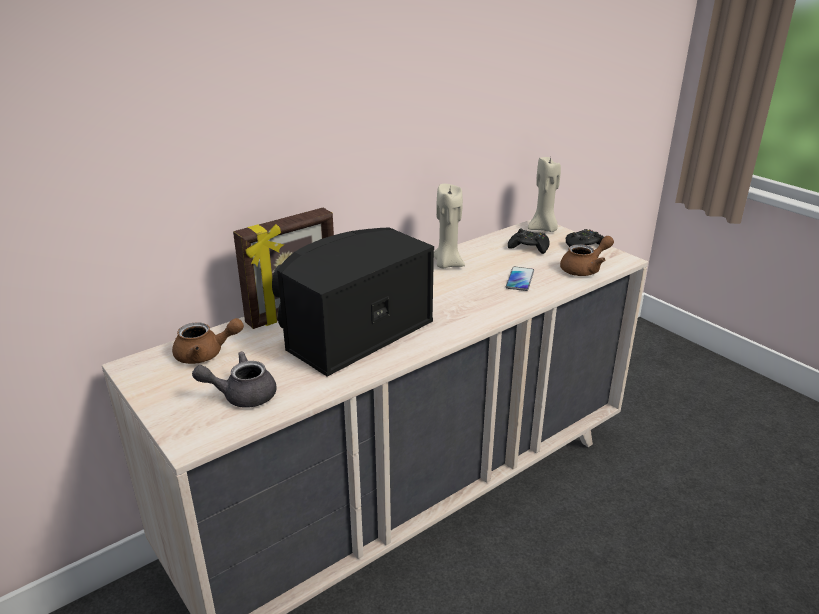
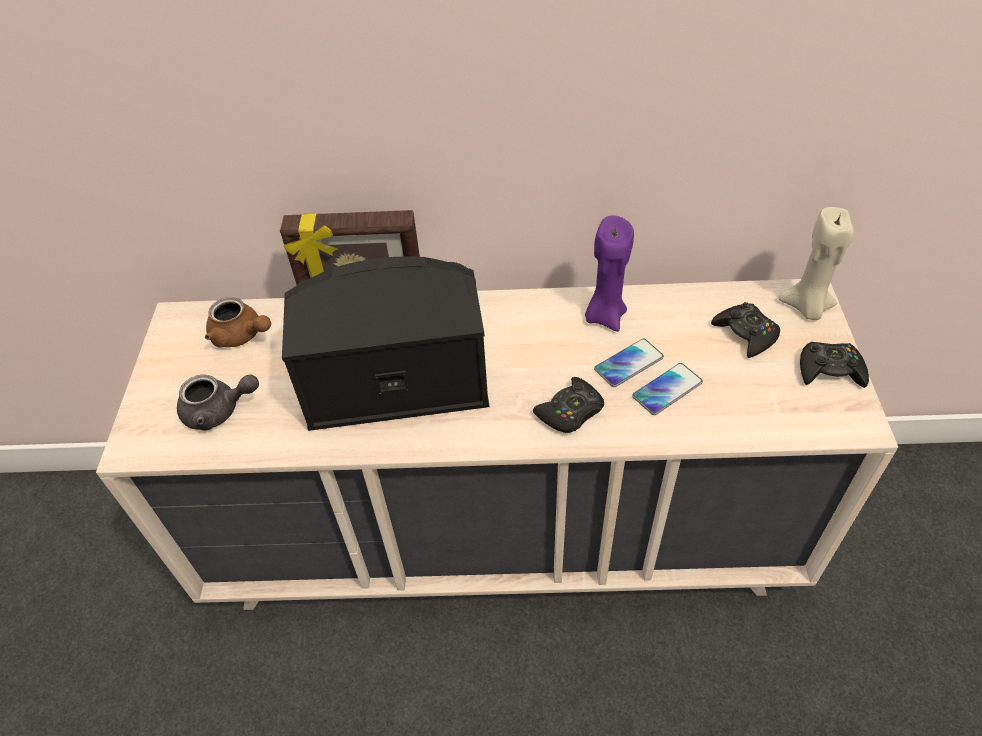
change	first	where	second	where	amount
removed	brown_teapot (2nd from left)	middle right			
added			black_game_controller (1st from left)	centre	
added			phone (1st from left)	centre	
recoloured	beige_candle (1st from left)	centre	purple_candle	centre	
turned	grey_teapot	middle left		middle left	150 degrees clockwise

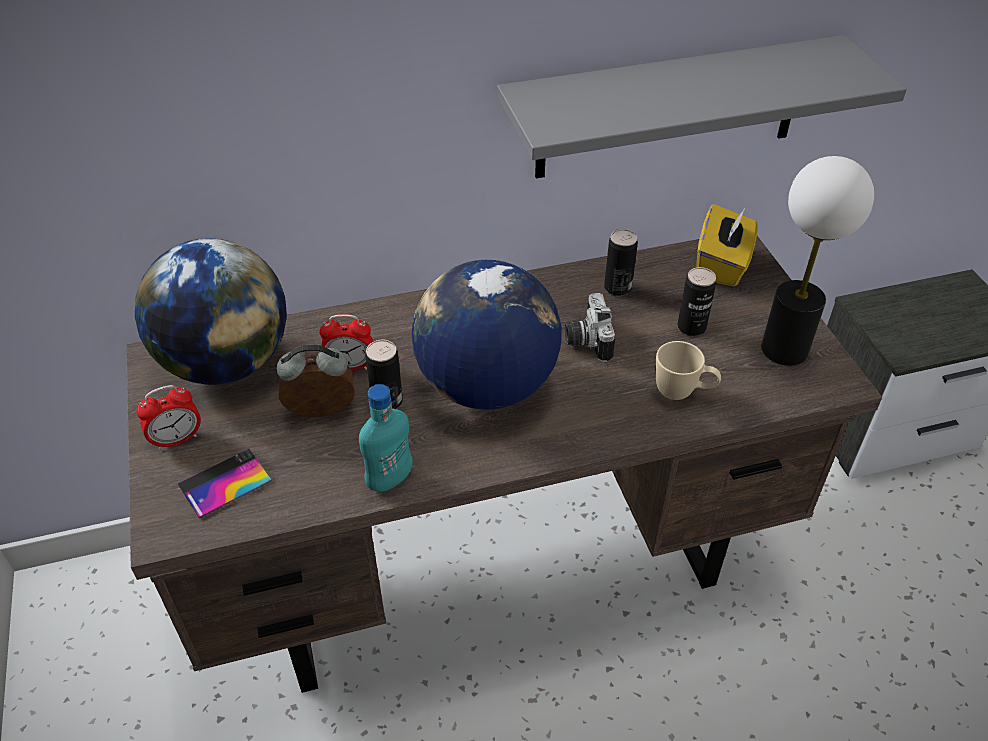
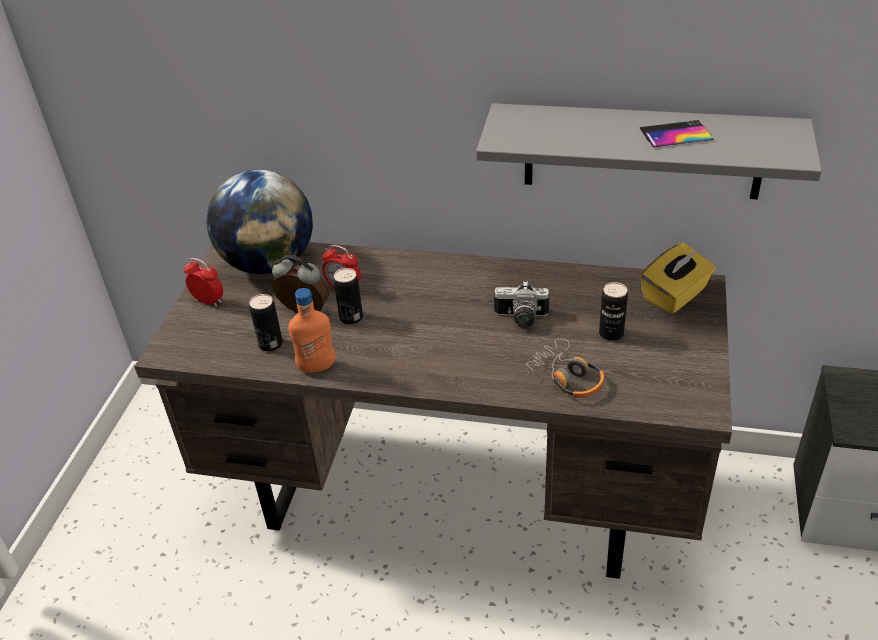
change	first	where	second	where	amount
removed	globe (2nd from left)	centre			
removed	table_lamp	middle right			
moved	phone	middle left		top right	
moved	can (2nd from left in the first image)	centre	can (1st from left)	middle left	
replaced	beige_mug	middle right	headphones	centre	
recoloured	turquoise_bottle	centre	orange_bottle	centre	
turned	alarm_clock (1st from left)	middle left		middle left	150 degrees counterclockwise
turned	photo_camera	centre		centre	105 degrees counterclockwise

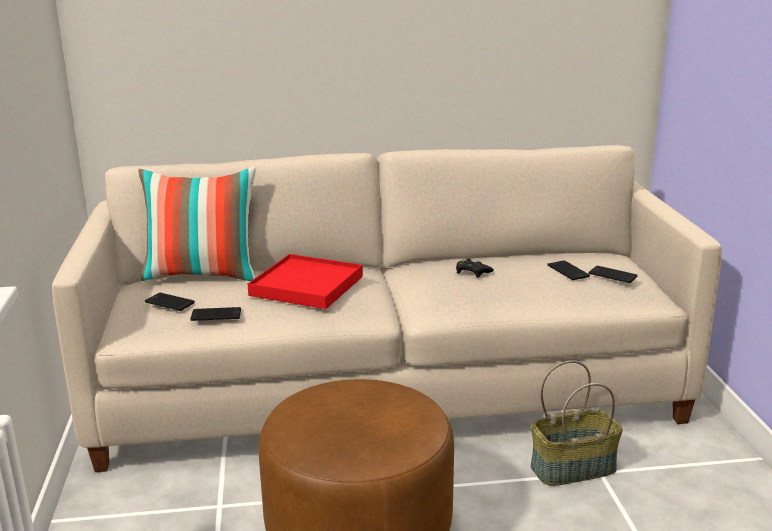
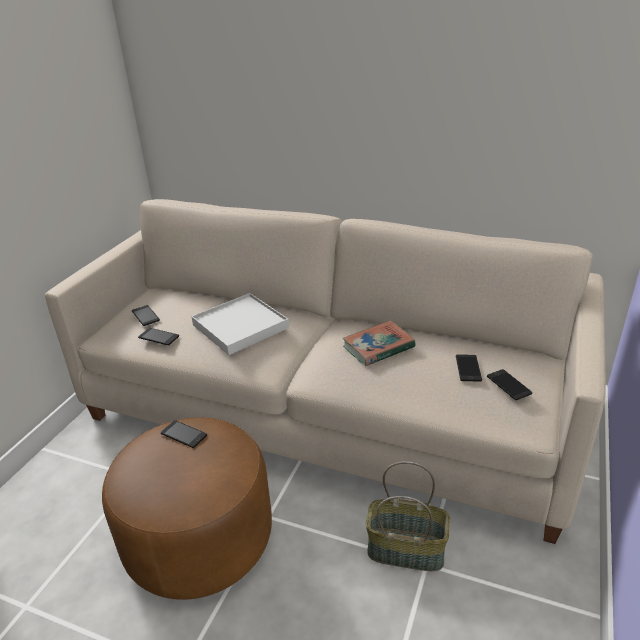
change	first	where	second	where	amount
removed	pillow	middle left			
added			phone (3rd from left)	bottom left	
replaced	black_game_controller	centre	book	centre	
recoloured	red_tray	centre	white_tray	centre	

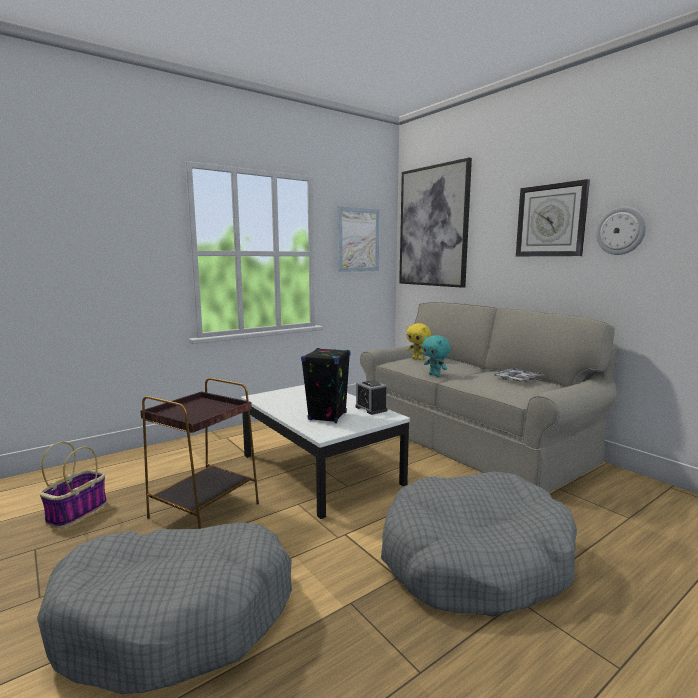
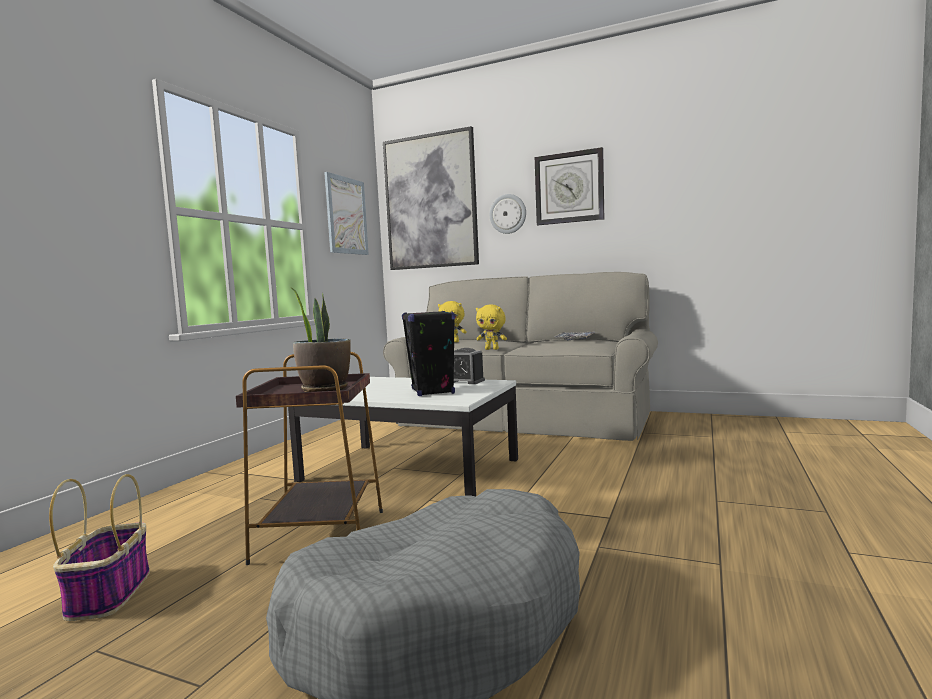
change	first	where	second	where	amount
removed	grey_dog_bed (2nd from left)	bottom right			
added			potted_plant	centre	
moved	wall_clock (2nd from left in the first image)	top right	wall_clock (1st from left)	top centre	
recoloured	turquoise_plush_toy	centre	yellow_plush_toy (2nd from left)	centre	

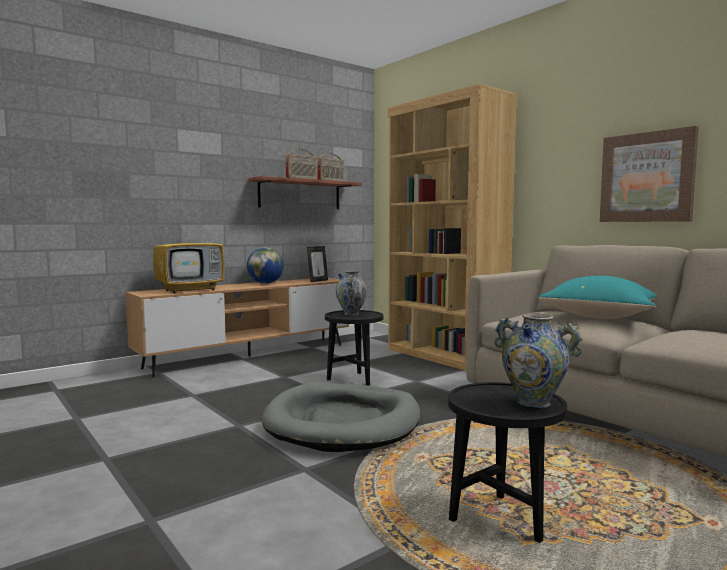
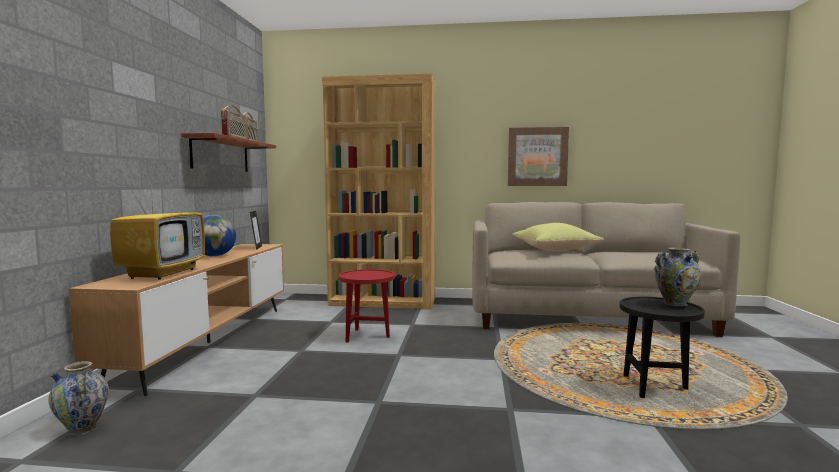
change	first	where	second	where	amount
removed	grey_dog_bed	bottom centre			
moved	vase (1st from left)	centre		bottom left	
recoloured	black_side_table (1st from left)	centre	red_side_table	centre	
recoloured	turquoise_pillow	middle right	yellow_pillow	centre	

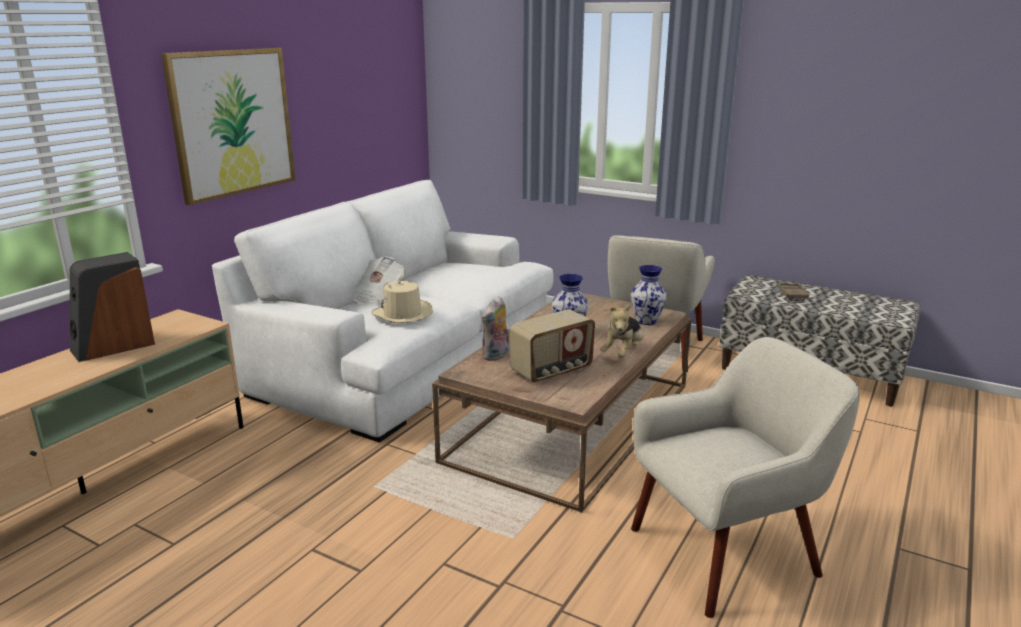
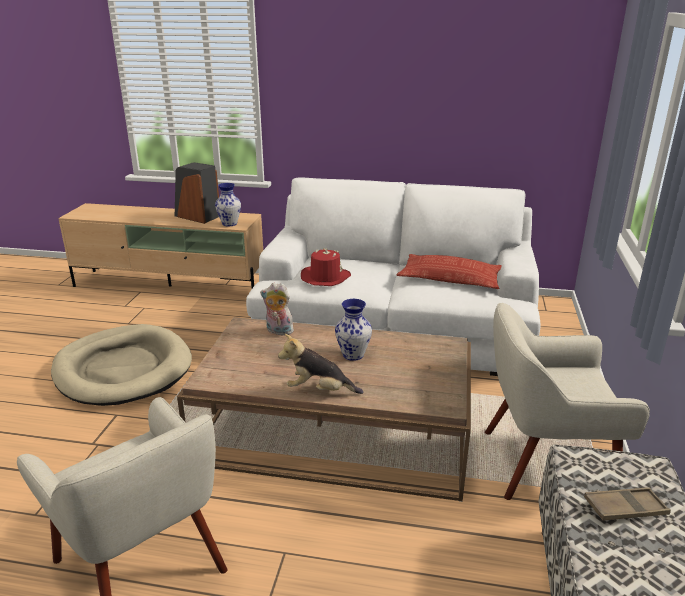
change	first	where	second	where	amount
removed	picture	top left			
removed	newspaper	centre			
removed	radio	centre			
added			beige_dog_bed	middle left	
added			pillow	centre	
moved	vase (2nd from left in the first image)	centre	vase (1st from left)	middle left	
recoloured	beige_hat	centre	red_hat	centre	

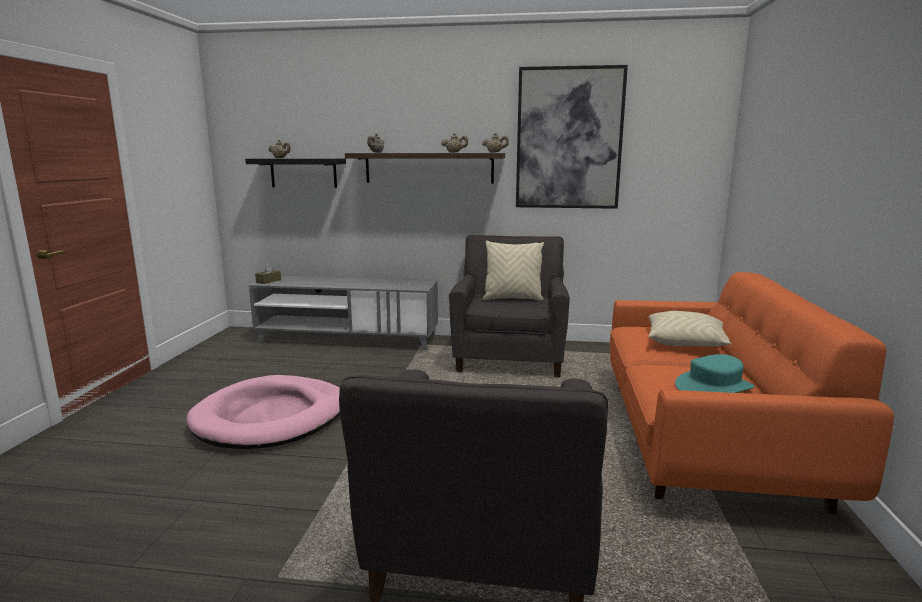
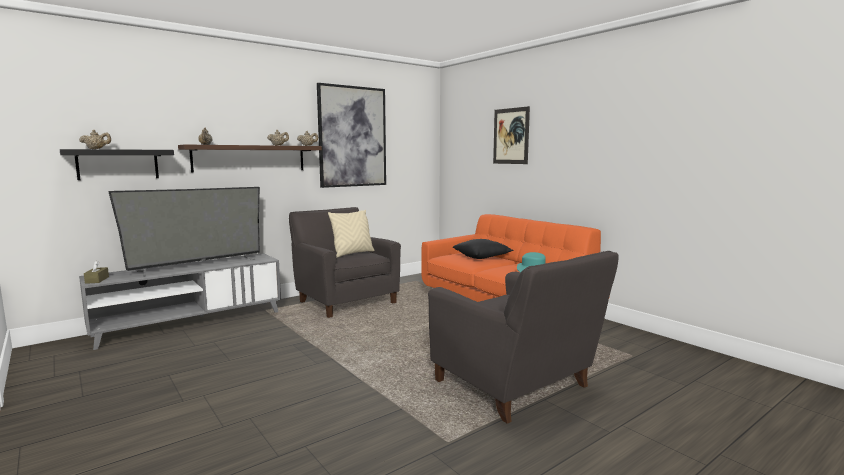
change	first	where	second	where	amount
removed	pink_dog_bed	bottom left			
added			television	middle left	
added			picture (2nd from left)	top centre	
recoloured	beige_pillow (2nd from left)	middle right	black_pillow	centre	

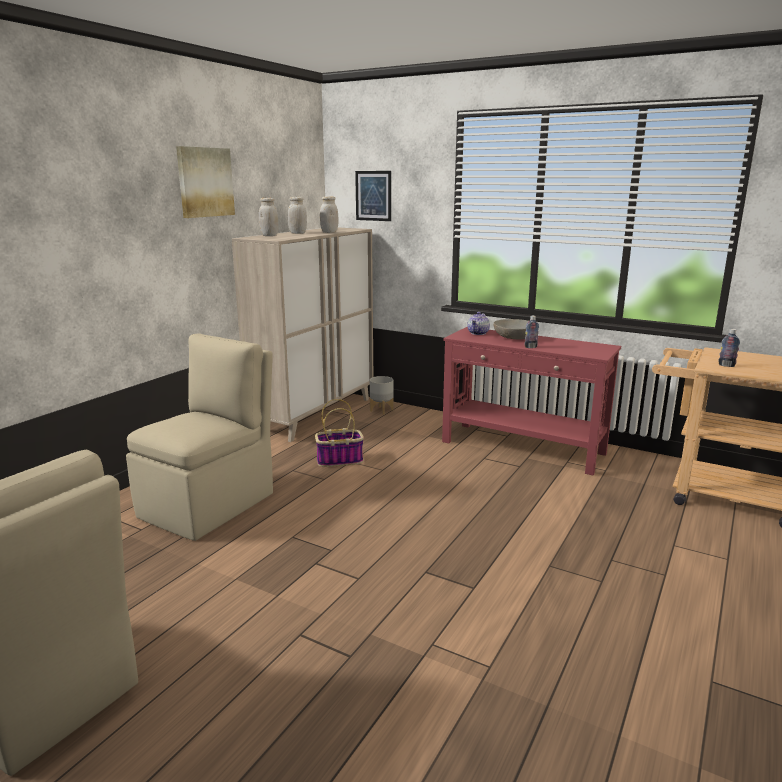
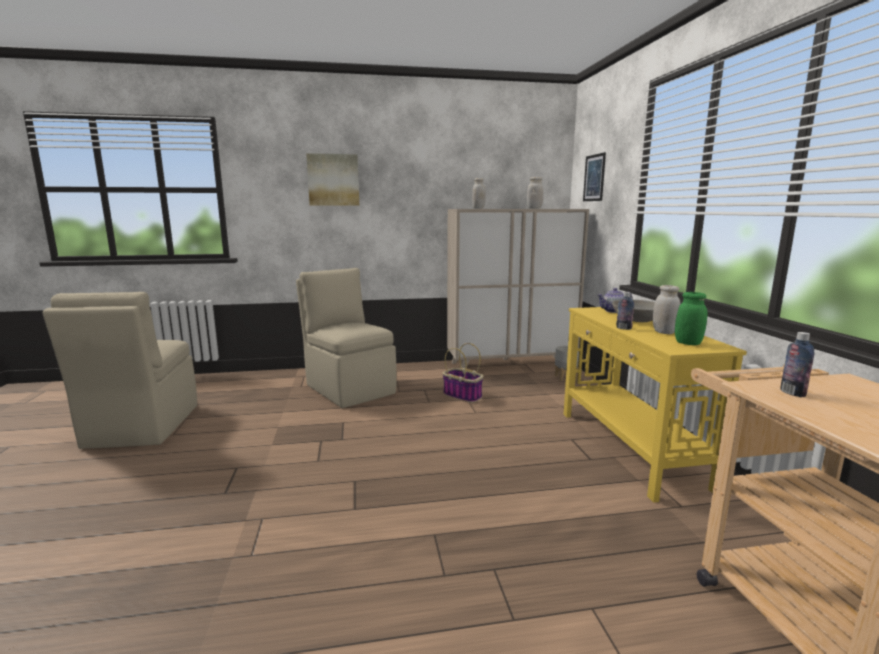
change	first	where	second	where	amount
added			green_jar	middle right	
moved	picture (1st from left)	top left		top centre	
moved	white_jar (2nd from left in the first image)	top centre	white_jar (3rd from left)	middle right	
recoloured	red_console_table	middle right	yellow_console_table	middle right	
turned	beige_chair (2nd from left)	middle left		centre	120 degrees counterclockwise

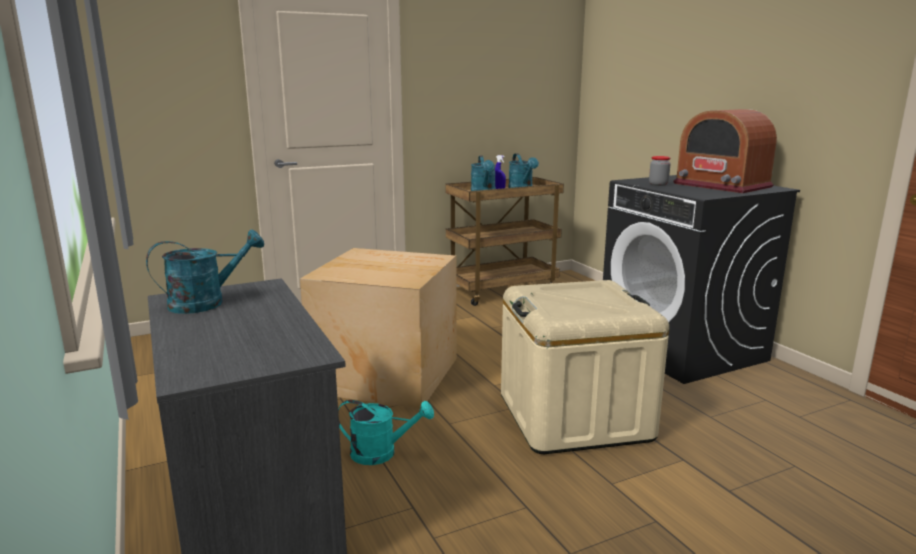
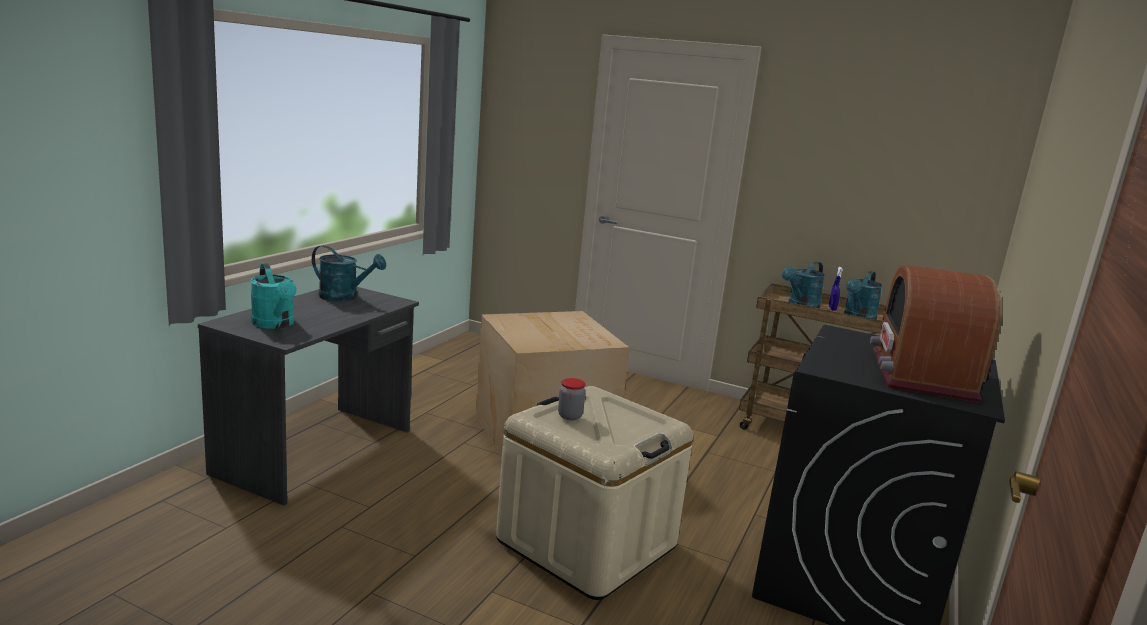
change	first	where	second	where	amount
moved	turquoise_watering_can (2nd from left in the first image)	bottom centre	turquoise_watering_can (1st from left)	middle left	
moved	jar	top right		centre	

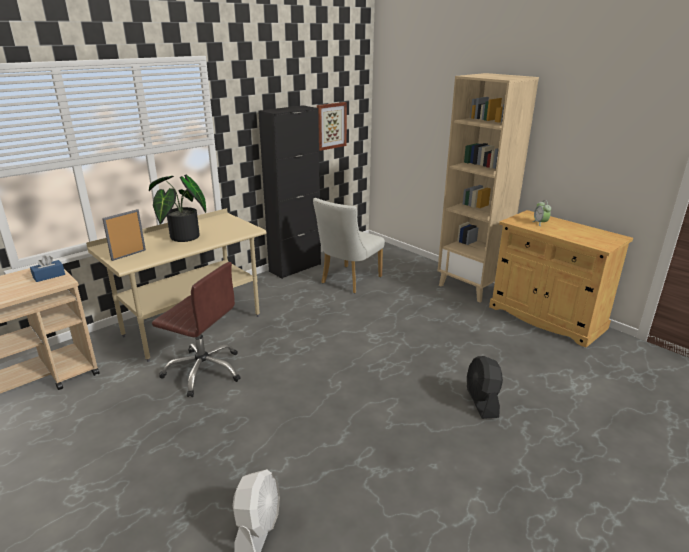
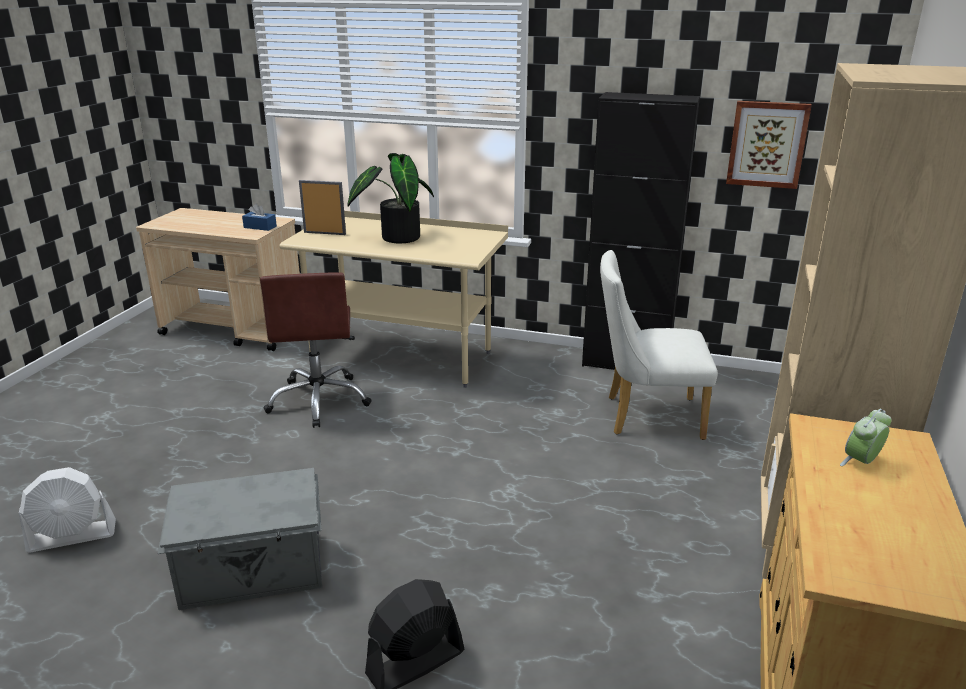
change	first	where	second	where	amount
added			grey_storage_box	bottom left	

